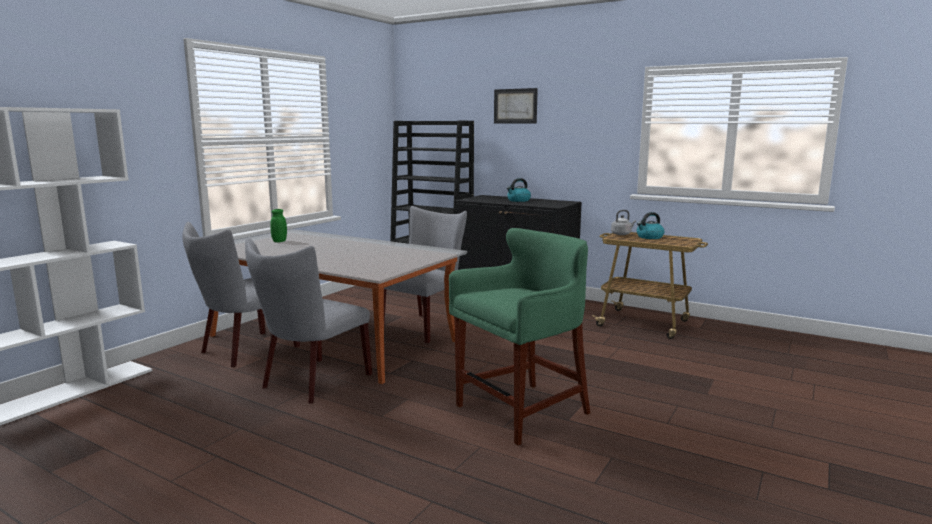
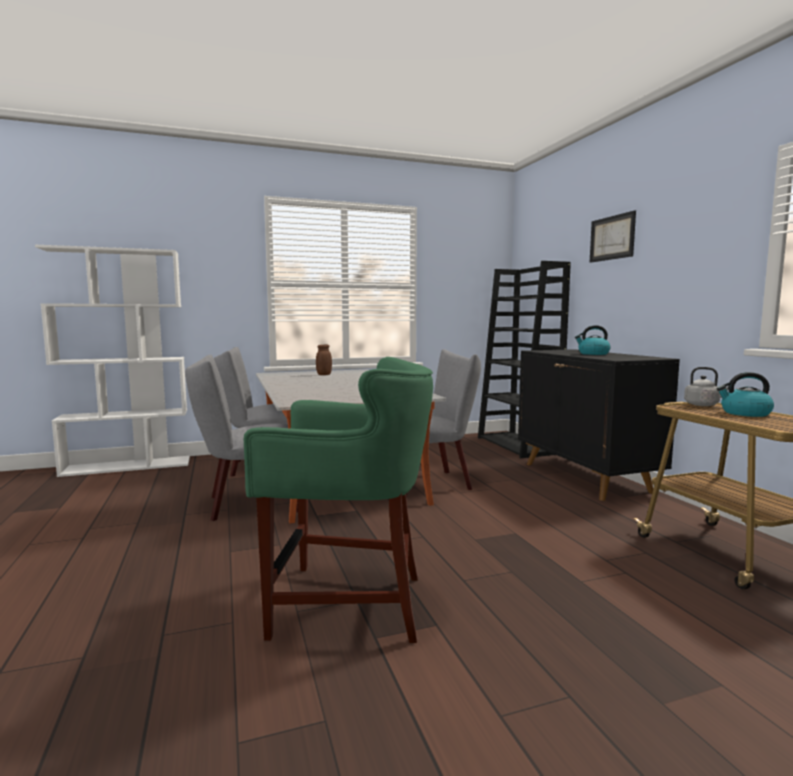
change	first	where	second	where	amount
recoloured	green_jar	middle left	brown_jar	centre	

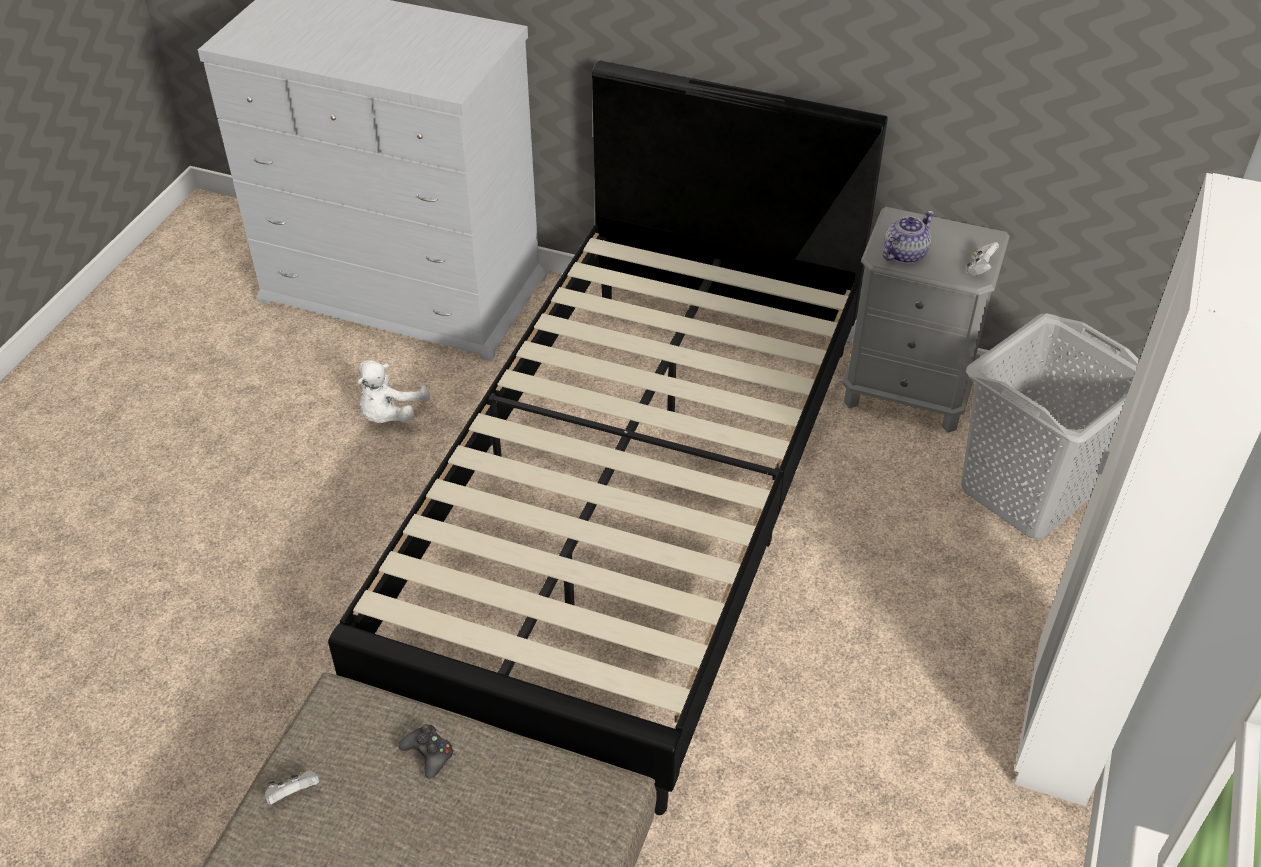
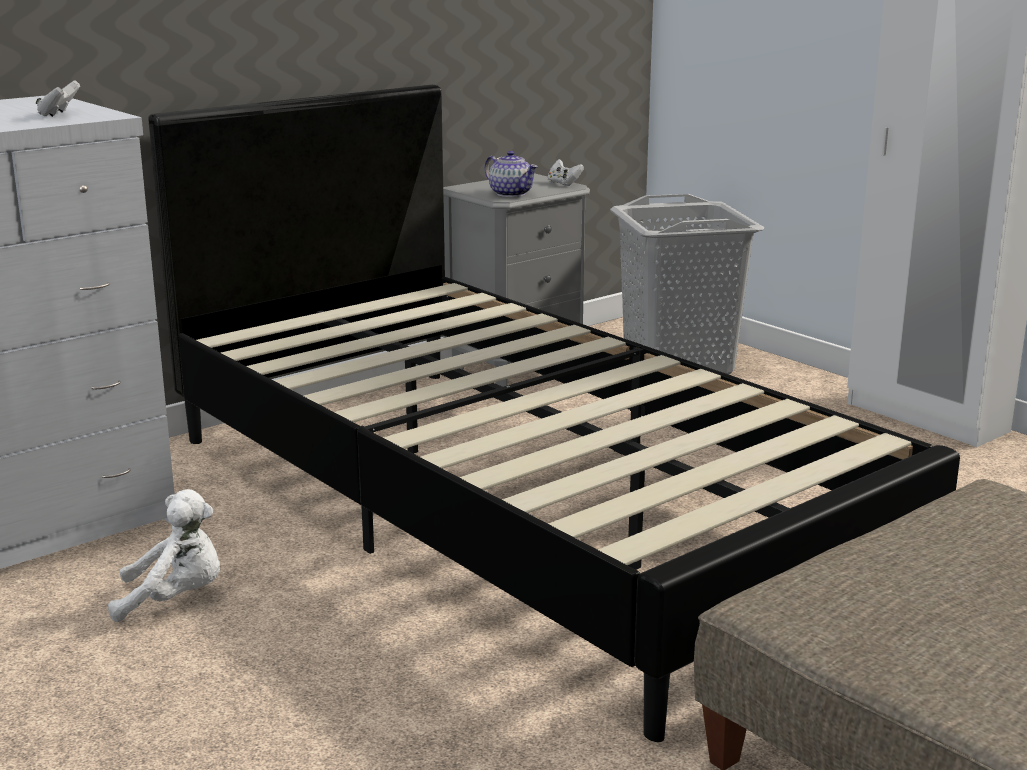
change	first	where	second	where	amount
removed	black_game_controller	bottom centre			
moved	white_game_controller (1st from left)	bottom left		top left	
turned	white_plush_toy	middle left		bottom left	60 degrees counterclockwise
turned	teapot	top right		top centre	150 degrees clockwise

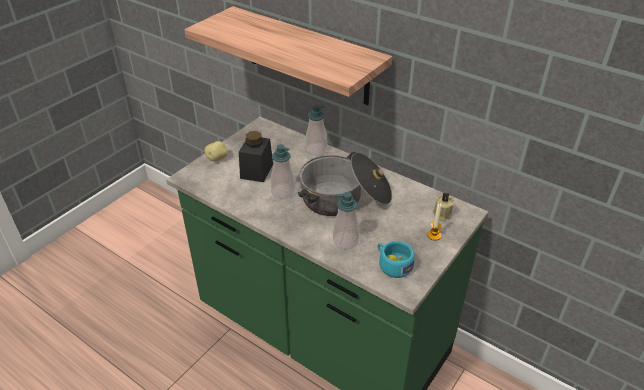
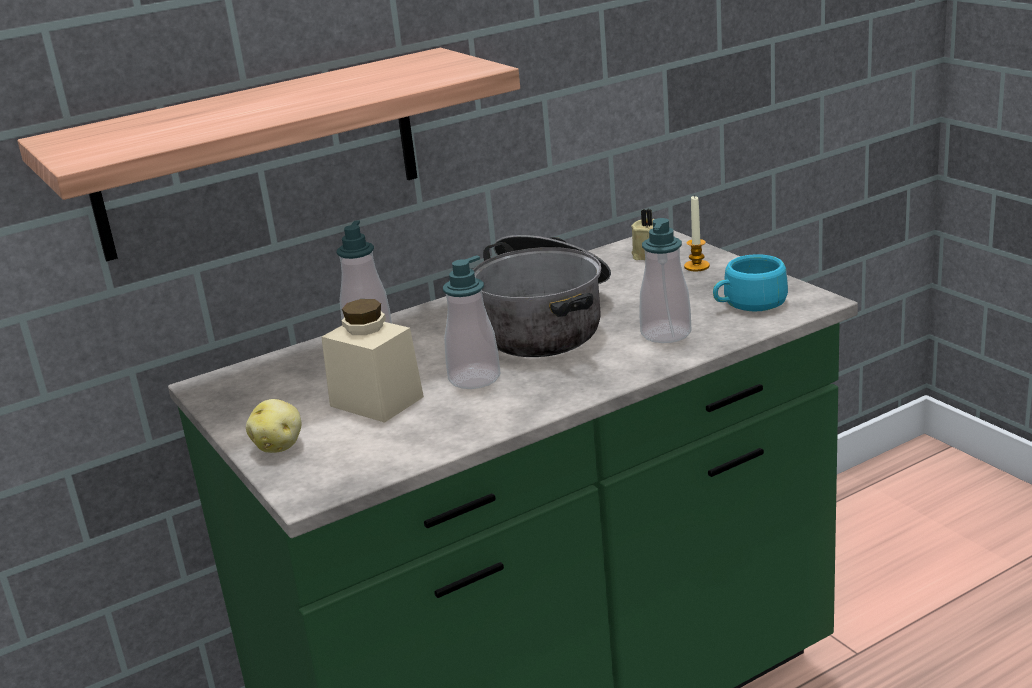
change	first	where	second	where	amount
recoloured	black_jar	centre	beige_jar	centre	

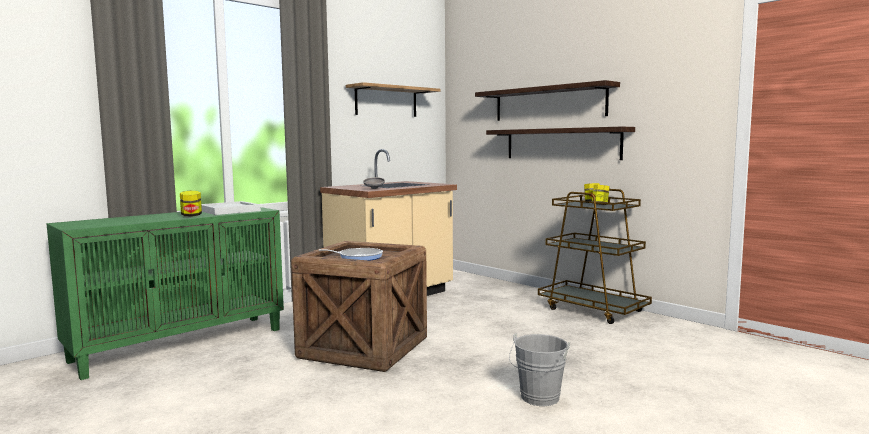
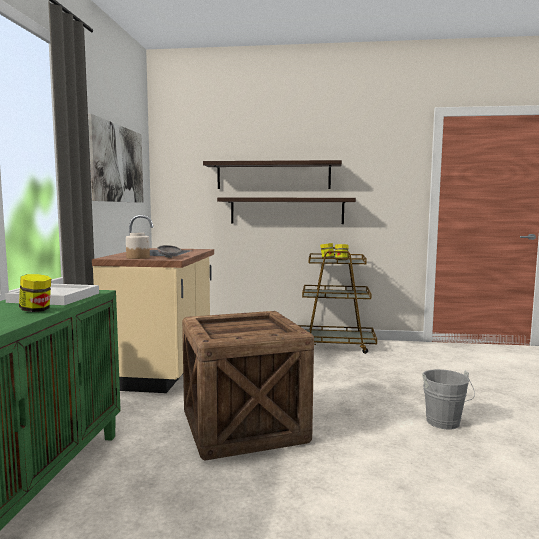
change	first	where	second	where	amount
removed	frying_pan	centre			
added			jar (2nd from left)	middle left	
replaced	shelf (1st from left)	top centre	picture	top left	

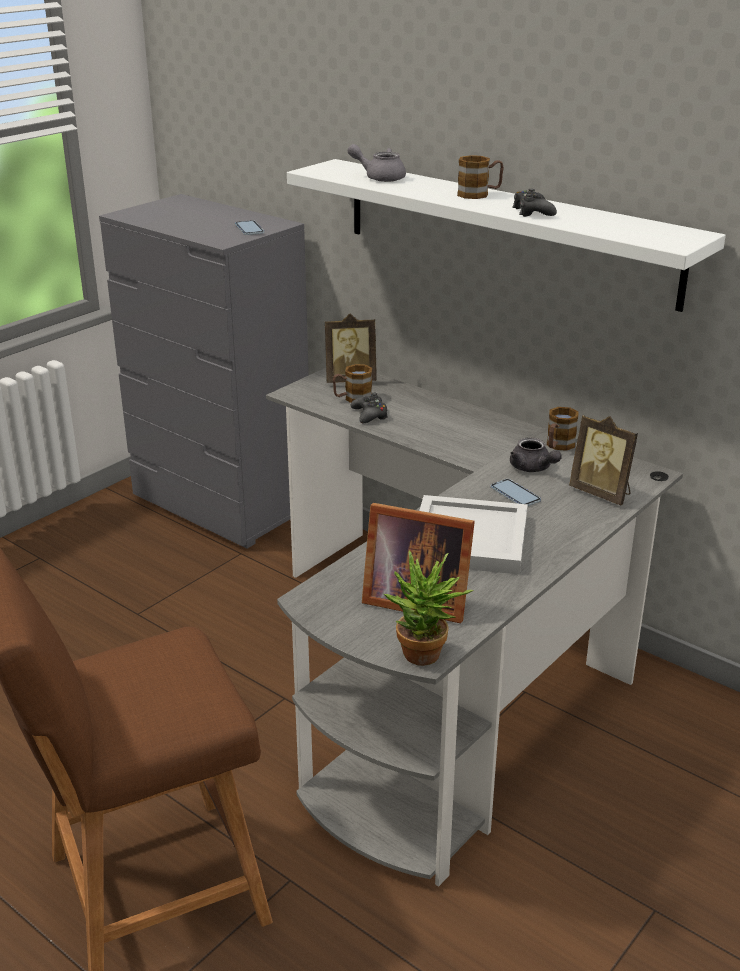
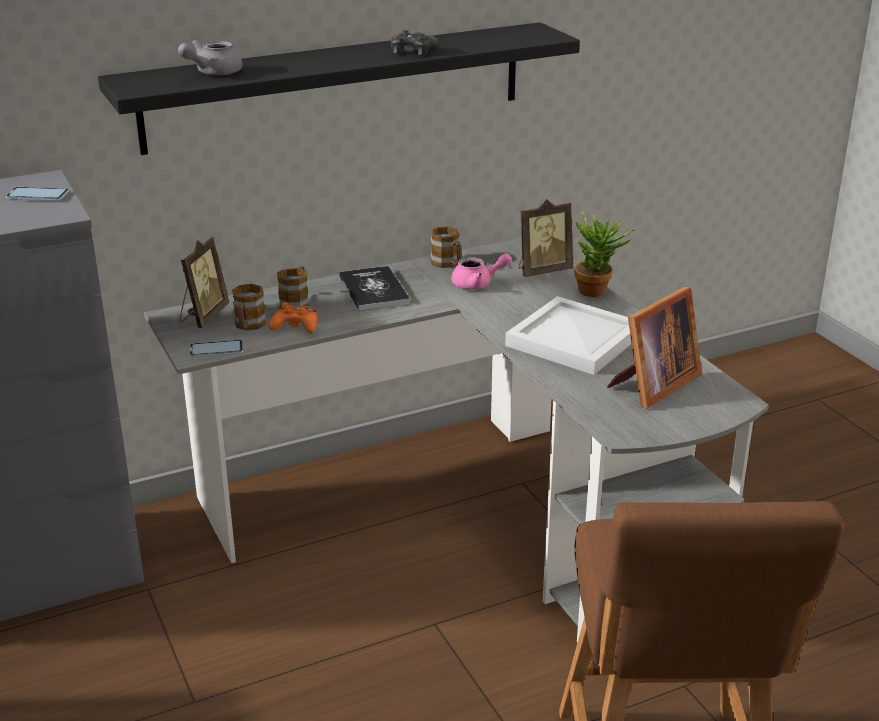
change	first	where	second	where	amount
added			book	centre	
moved	potted_plant	centre		middle right	
moved	mug (2nd from left)	top centre		centre	
moved	phone (2nd from left)	middle right		middle left	
recoloured	white_shelf	top right	black_shelf	top centre	
recoloured	black_game_controller (1st from left)	centre	orange_game_controller	centre	
recoloured	grey_teapot (2nd from left)	middle right	pink_teapot	centre	

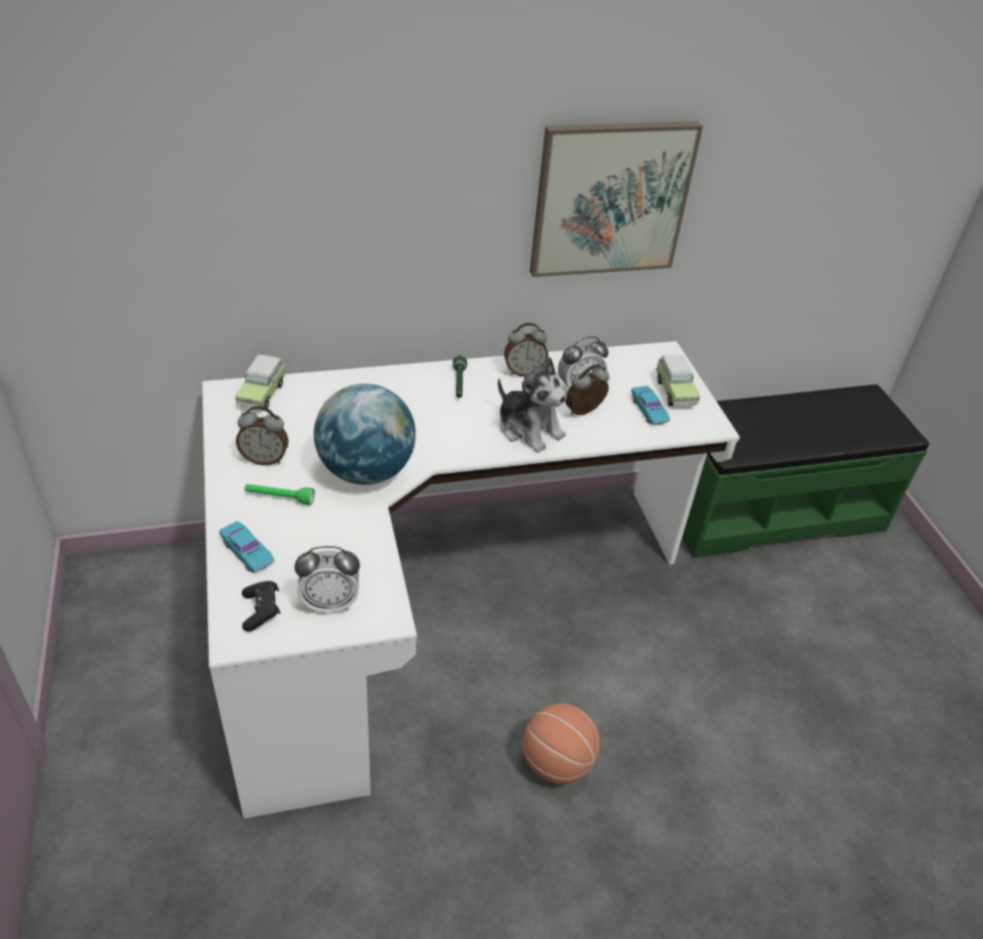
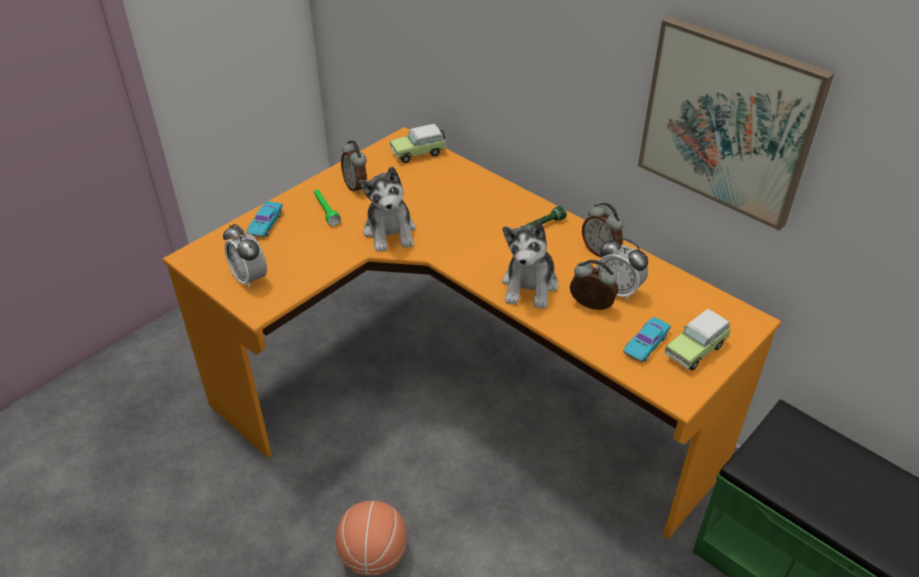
change	first	where	second	where	amount
removed	black_game_controller	middle left			
replaced	globe	centre	plush_toy (1st from left)	centre	
recoloured	white_desk	centre	orange_desk	centre	

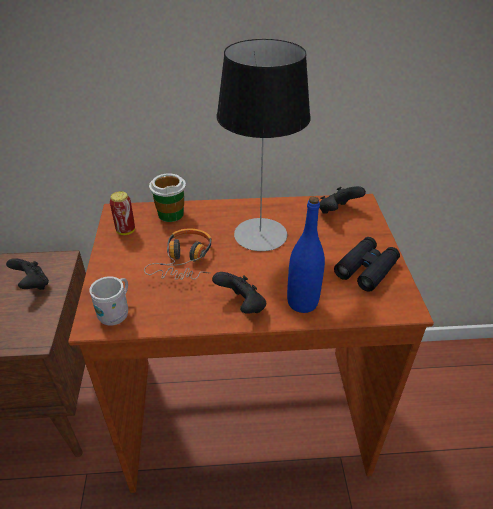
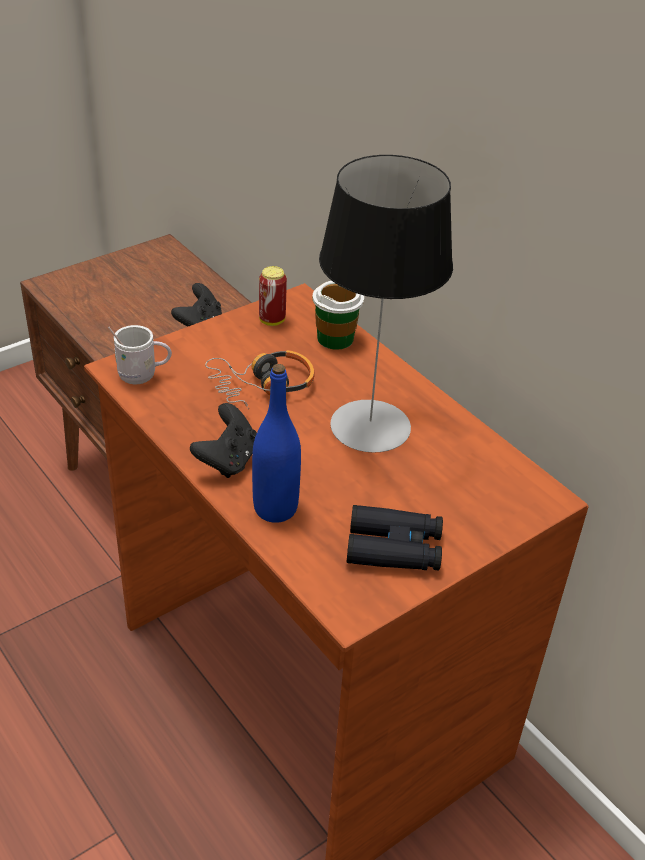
change	first	where	second	where	amount
removed	black_game_controller (3rd from left)	middle right			

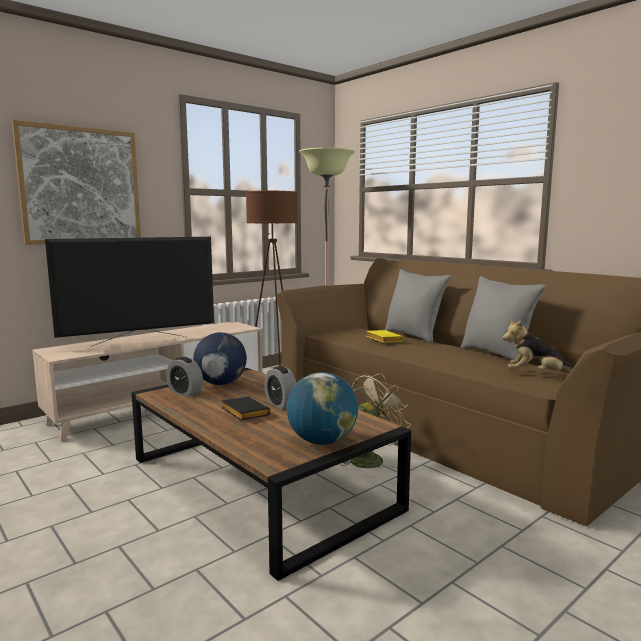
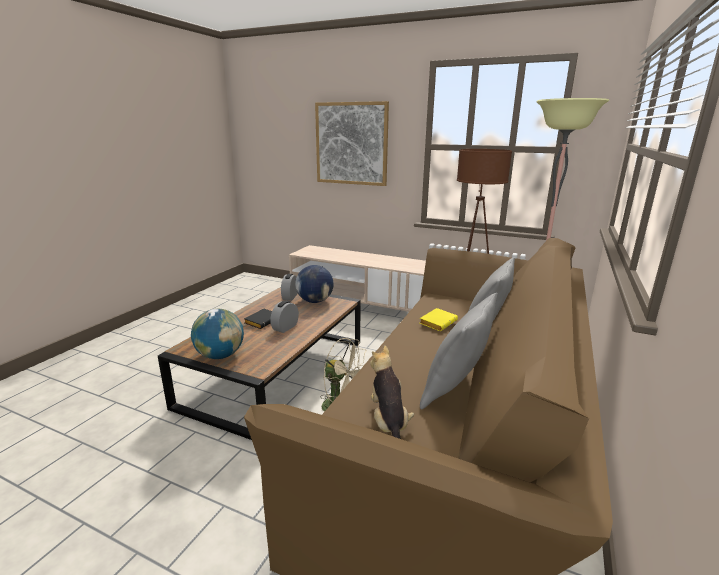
change	first	where	second	where	amount
removed	television	middle left			

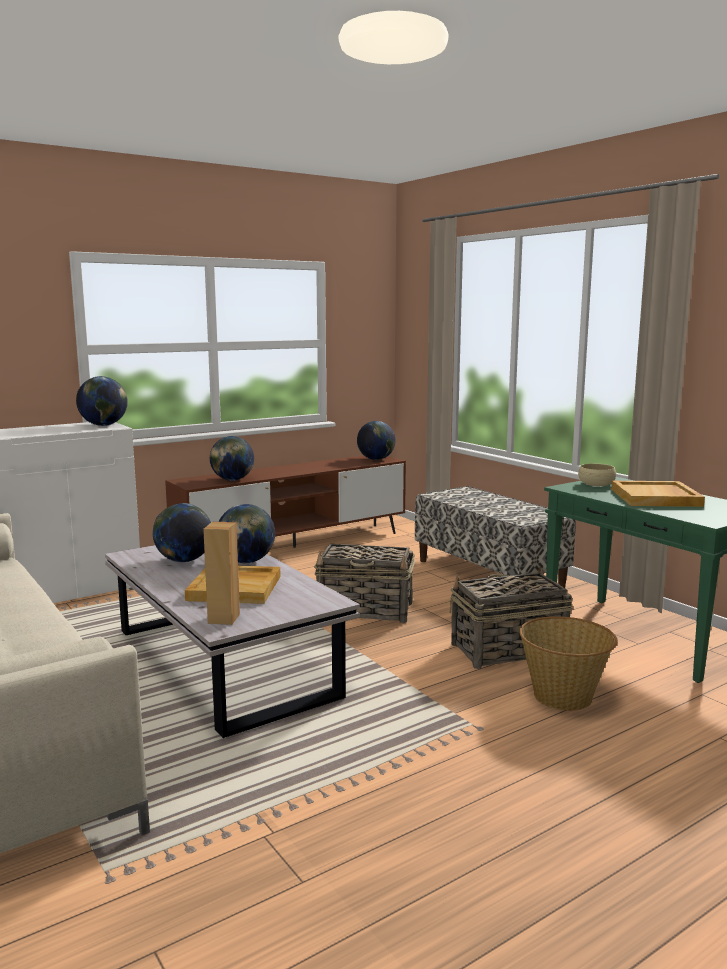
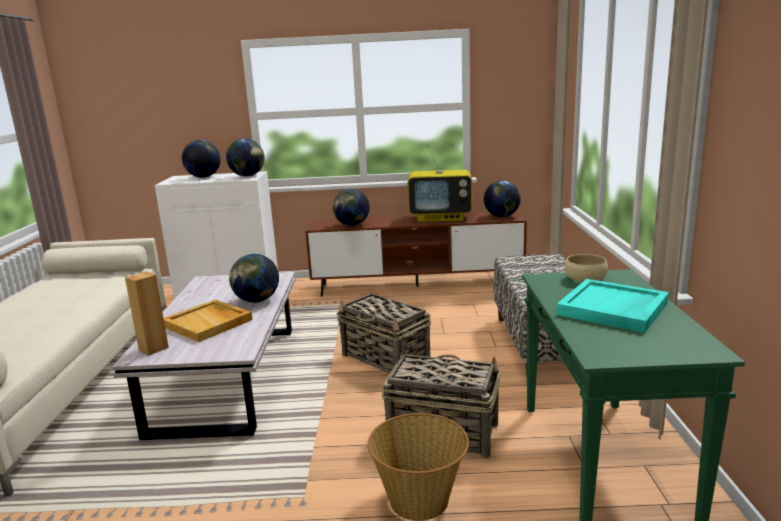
change	first	where	second	where	amount
added			television	centre	
moved	globe (2nd from left in the first image)	middle left	globe (1st from left)	top left	
recoloured	beige_tray (2nd from left)	middle right	turquoise_tray	middle right	

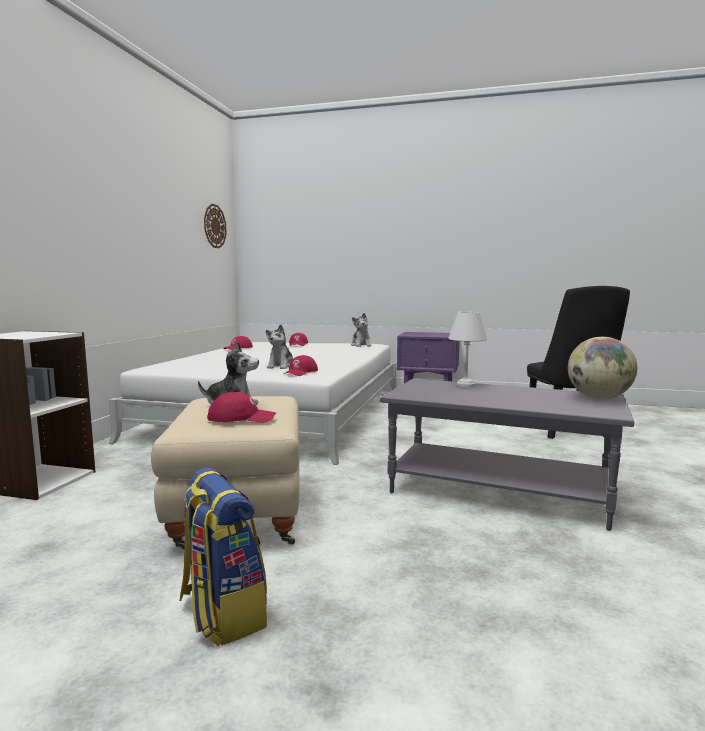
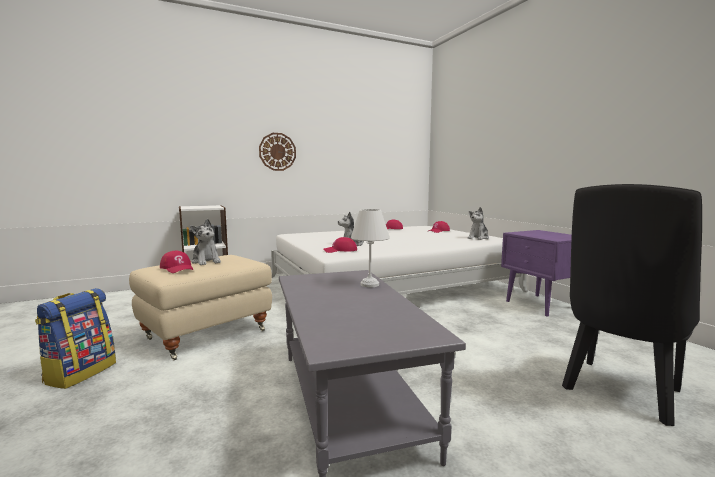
change	first	where	second	where	amount
removed	globe	middle right			
moved	wall_clock	top left		top centre	

